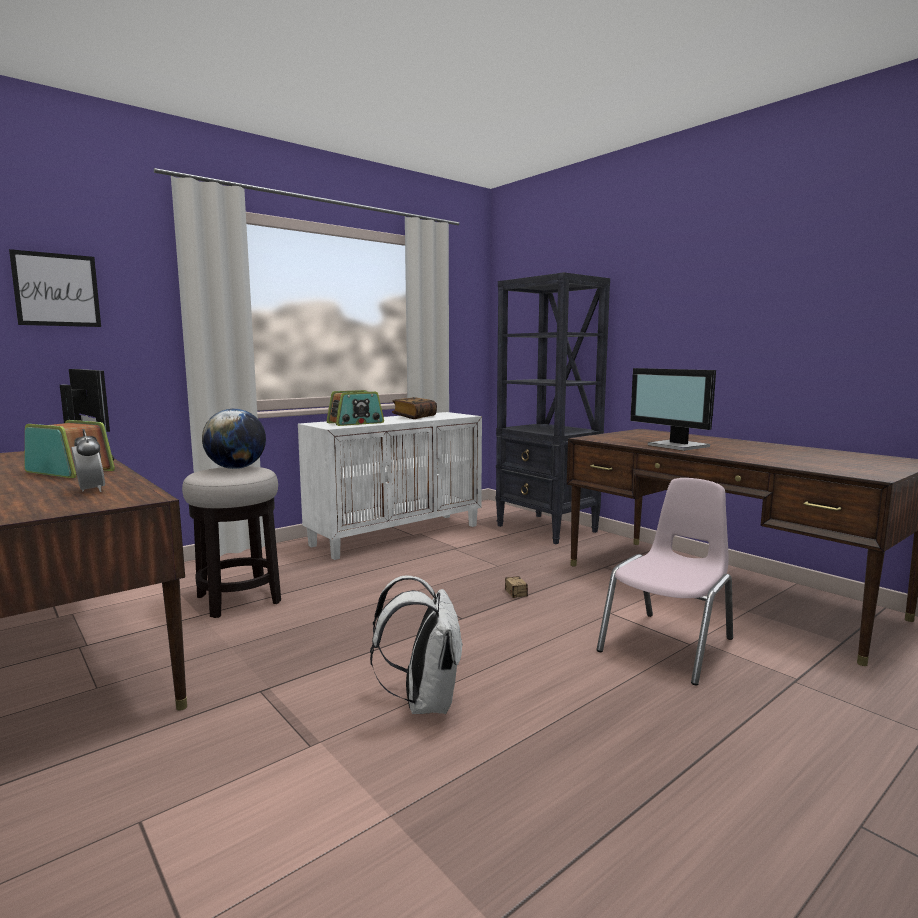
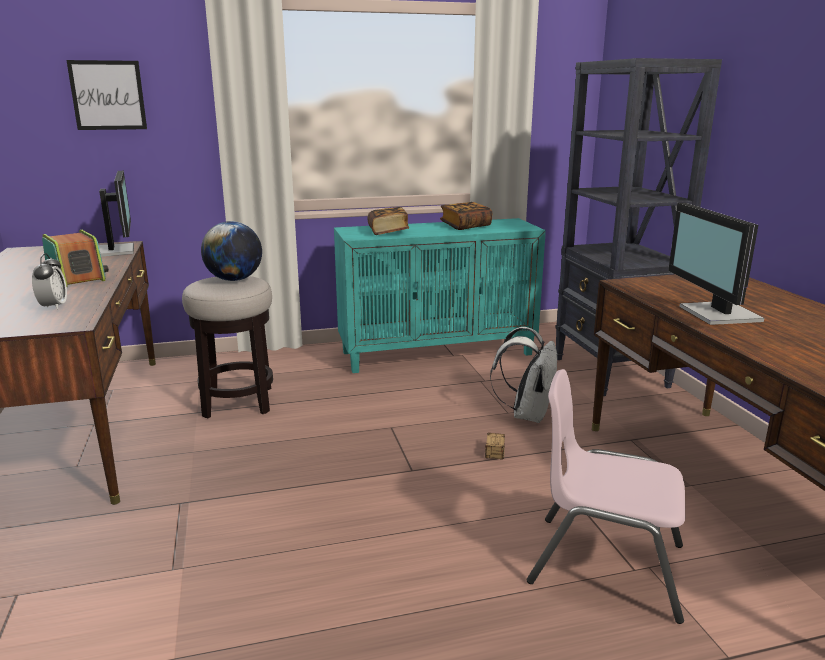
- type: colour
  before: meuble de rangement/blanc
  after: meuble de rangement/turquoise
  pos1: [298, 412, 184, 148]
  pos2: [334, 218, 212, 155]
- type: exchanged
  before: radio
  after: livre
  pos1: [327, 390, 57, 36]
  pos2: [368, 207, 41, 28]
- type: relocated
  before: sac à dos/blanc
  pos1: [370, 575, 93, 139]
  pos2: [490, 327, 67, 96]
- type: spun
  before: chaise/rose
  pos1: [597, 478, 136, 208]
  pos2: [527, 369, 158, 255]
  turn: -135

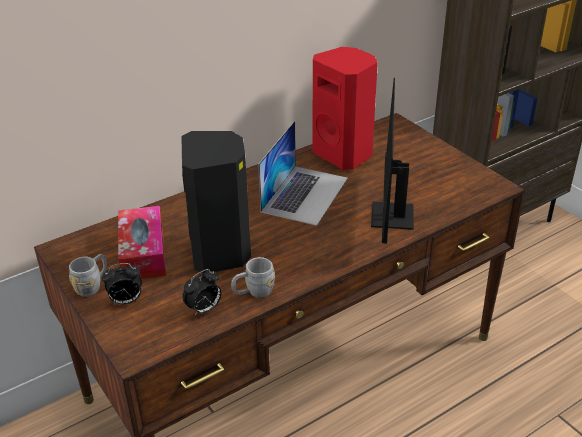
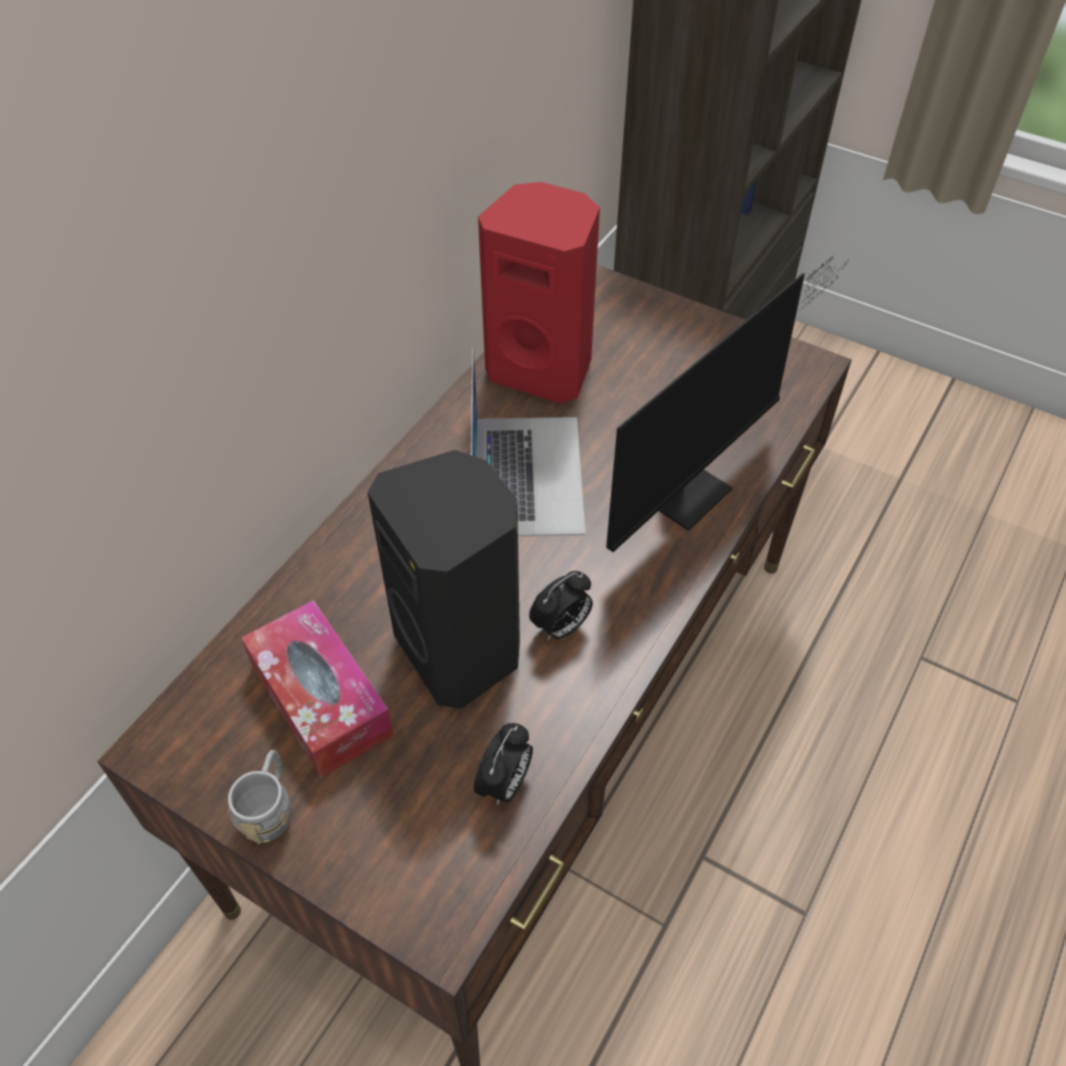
- type: relocated
  before: réveil
  pos1: [102, 263, 40, 42]
  pos2: [529, 571, 64, 70]
- type: missing
  before: mug/gris
  pos1: [231, 257, 44, 41]
- type: spun
  before: écran d'ordinateur
  pos1: [371, 78, 43, 166]
  pos2: [606, 256, 243, 296]
  turn: -120

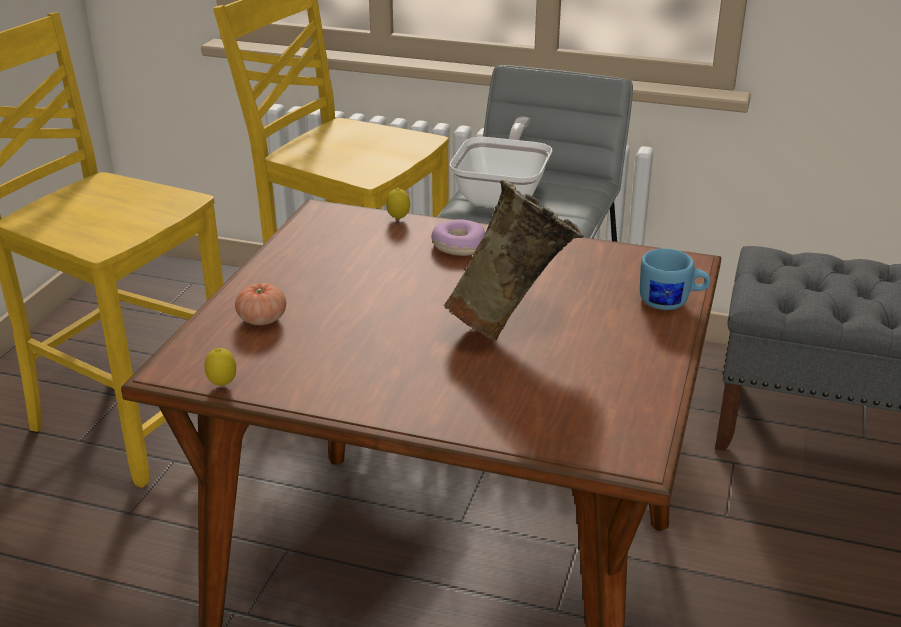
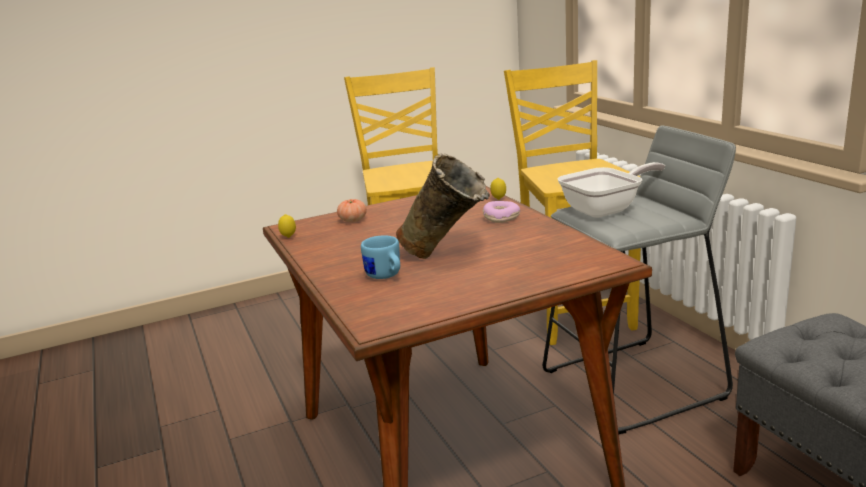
- type: relocated
  before: mug/bleu
  pos1: [640, 248, 70, 62]
  pos2: [361, 235, 39, 44]

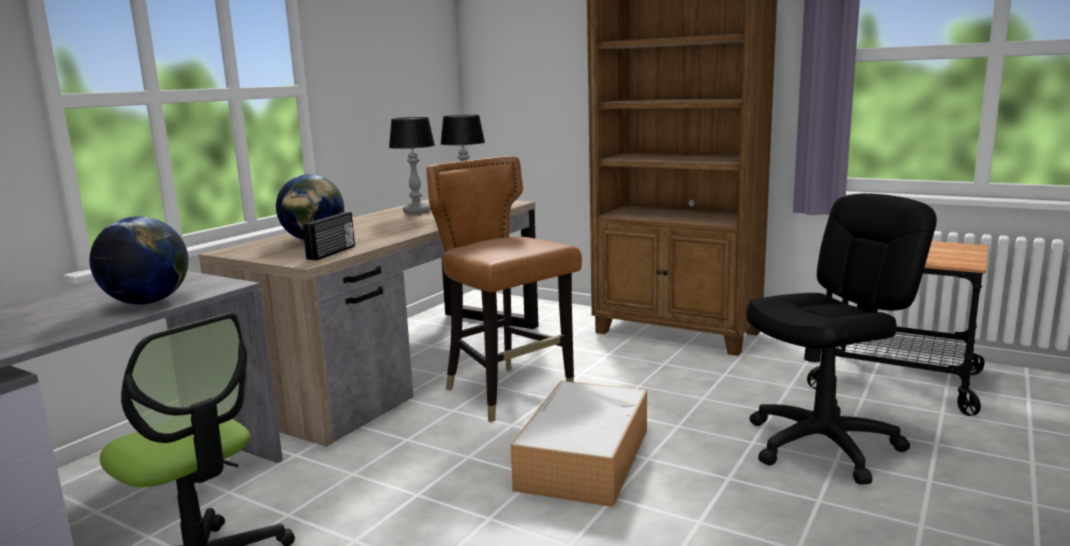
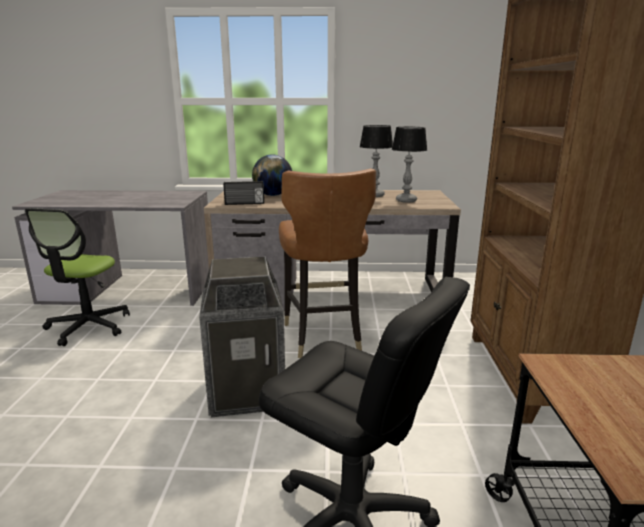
- type: missing
  before: globe
  pos1: [90, 216, 98, 89]
- type: spun
  before: chaise/marron
  pos1: [426, 156, 156, 266]
  pos2: [279, 169, 97, 189]
  turn: 150
- type: exchanged
  before: boîte de rangement
  after: poubelle
  pos1: [511, 381, 136, 126]
  pos2: [199, 256, 86, 161]

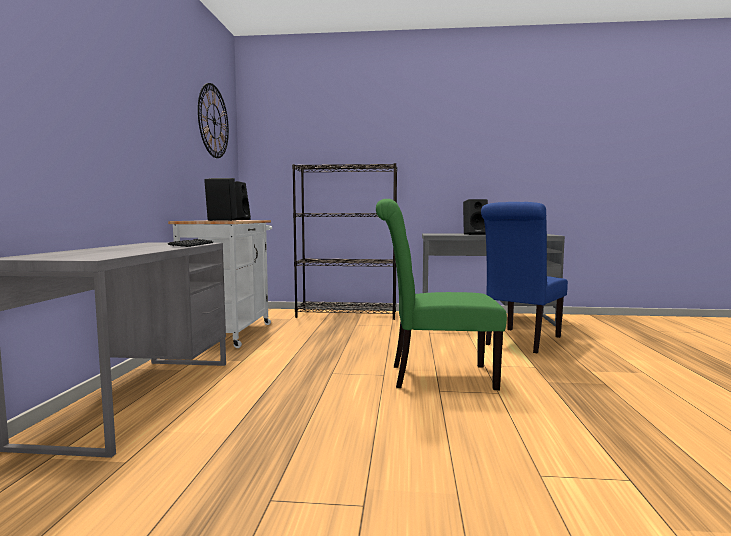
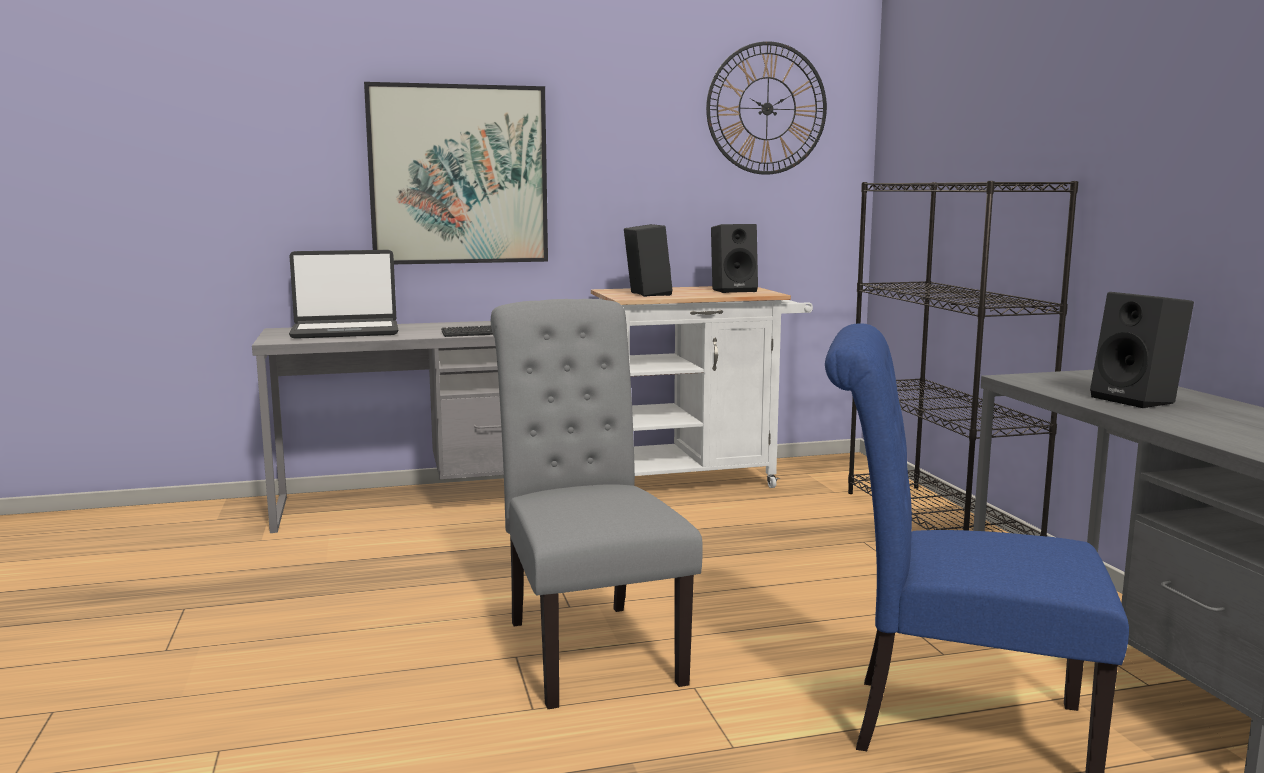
- type: colour
  before: chaise/vert
  after: chaise/gris
  pos1: [376, 199, 131, 191]
  pos2: [491, 299, 212, 410]
- type: appeared
  after: ordinateur portable
  pos2: [289, 250, 109, 89]
- type: appeared
  after: tableau
  pos2: [364, 82, 184, 182]

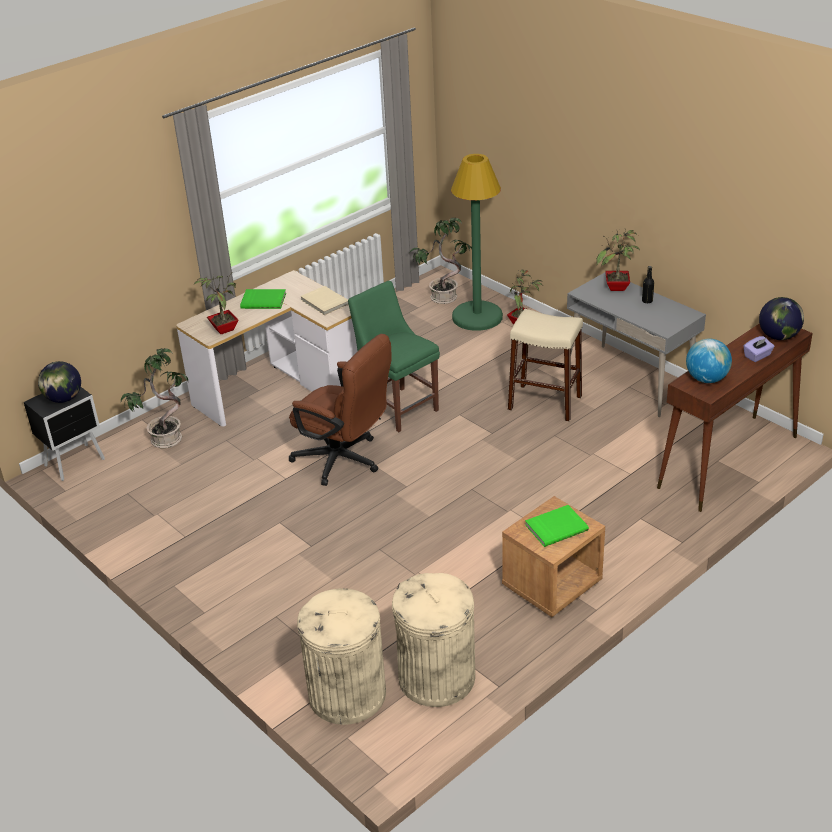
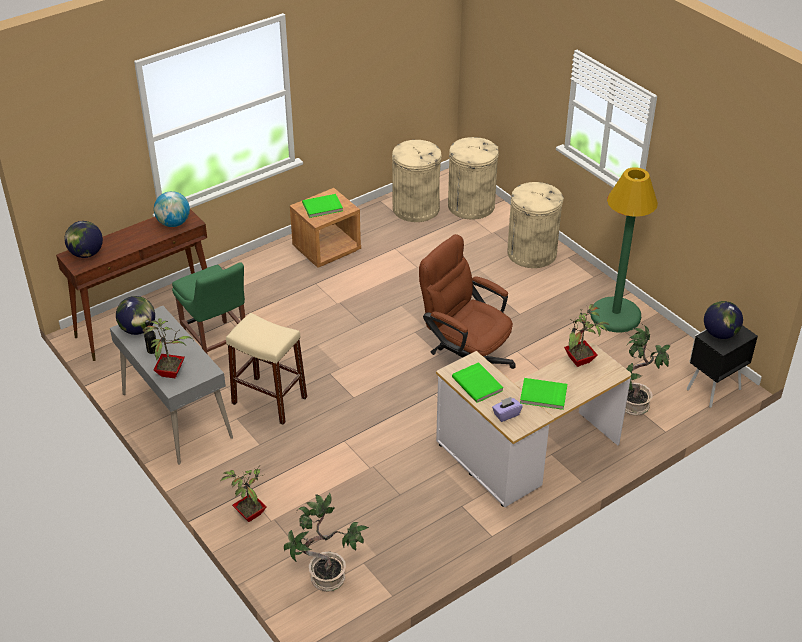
- type: colour
  before: livre/beige
  after: livre/vert
  pos1: [301, 286, 48, 30]
  pos2: [452, 362, 52, 41]
- type: relocated
  before: chaise/vert
  pos1: [348, 281, 92, 151]
  pos2: [172, 262, 73, 93]
- type: relocated
  before: lampadaire/vert
  pos1: [451, 154, 52, 177]
  pos2: [590, 167, 68, 165]
- type: relocated
  before: boîte à mouchoirs/violet
  pos1: [744, 336, 31, 26]
  pos2: [492, 397, 31, 25]
- type: appeared
  after: globe
  pos2: [116, 296, 39, 39]
- type: appeared
  after: poubelle/beige
  pos2: [507, 182, 57, 86]

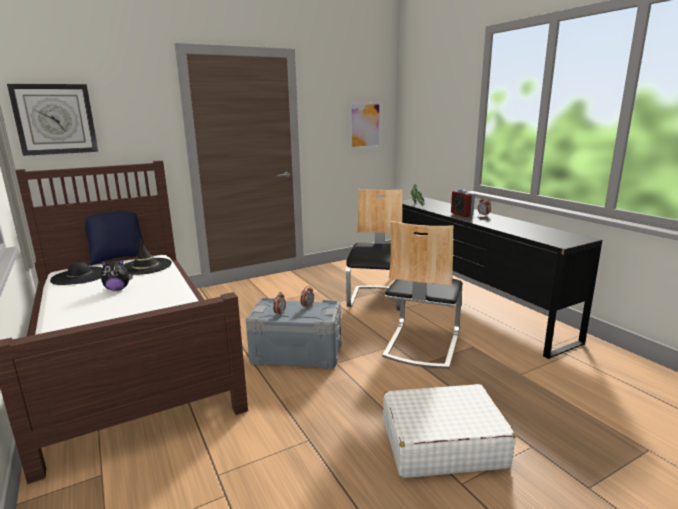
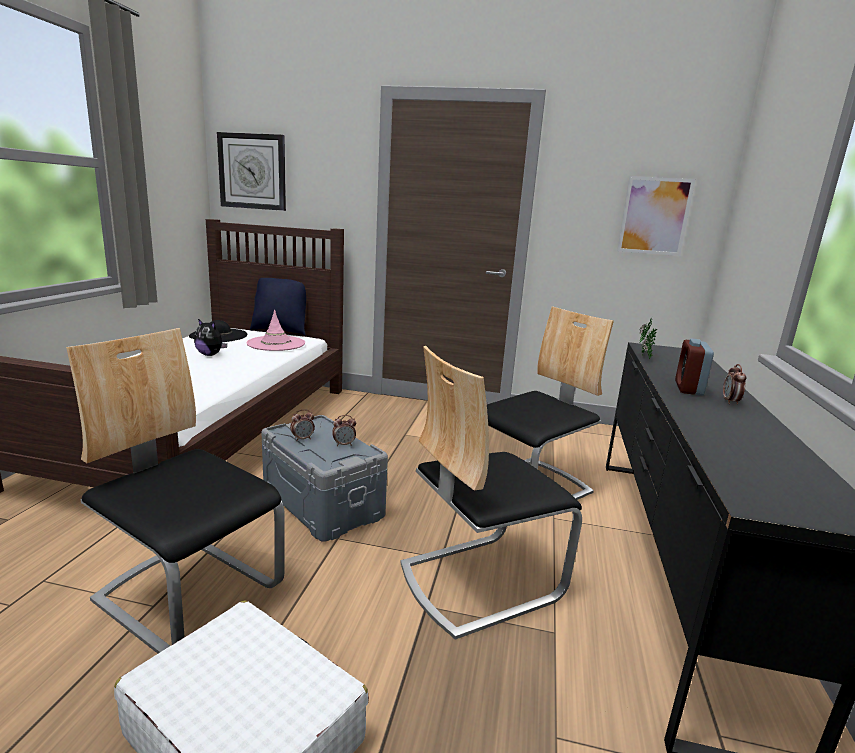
- type: colour
  before: chapeau/noir
  after: chapeau/rose
  pos1: [123, 238, 49, 37]
  pos2: [246, 309, 59, 42]
- type: appeared
  after: chaise
  pos2: [66, 328, 219, 326]

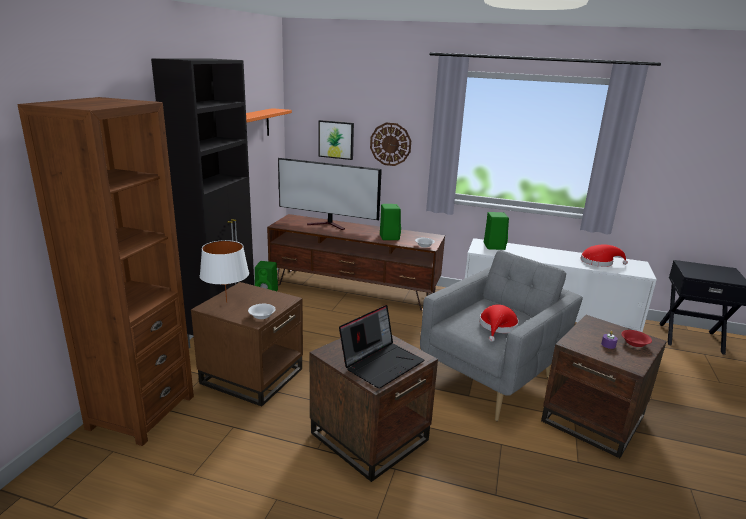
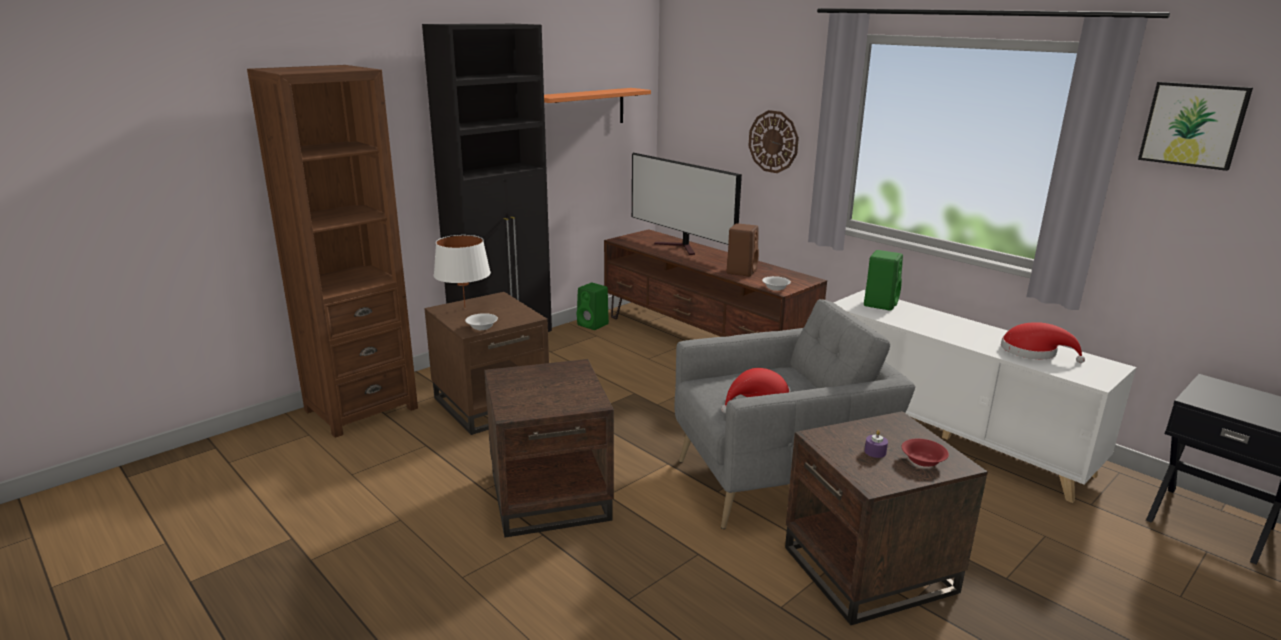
- type: relocated
  before: tableau
  pos1: [319, 120, 35, 40]
  pos2: [1138, 82, 115, 89]
- type: missing
  before: ordinateur portable
  pos1: [339, 305, 85, 84]
- type: colour
  before: enceinte/vert
  after: enceinte/marron
  pos1: [380, 204, 21, 36]
  pos2: [726, 223, 33, 54]

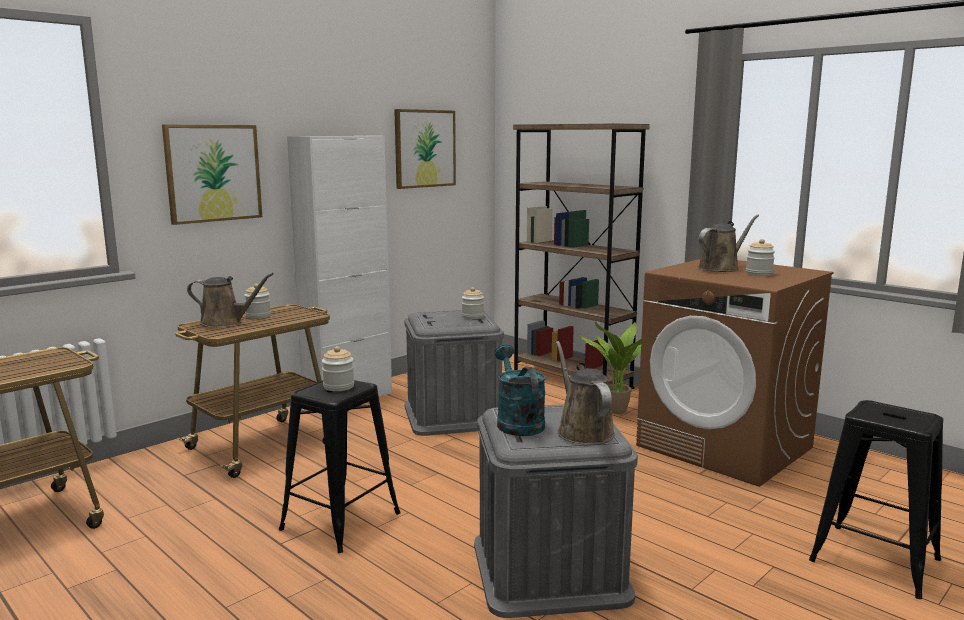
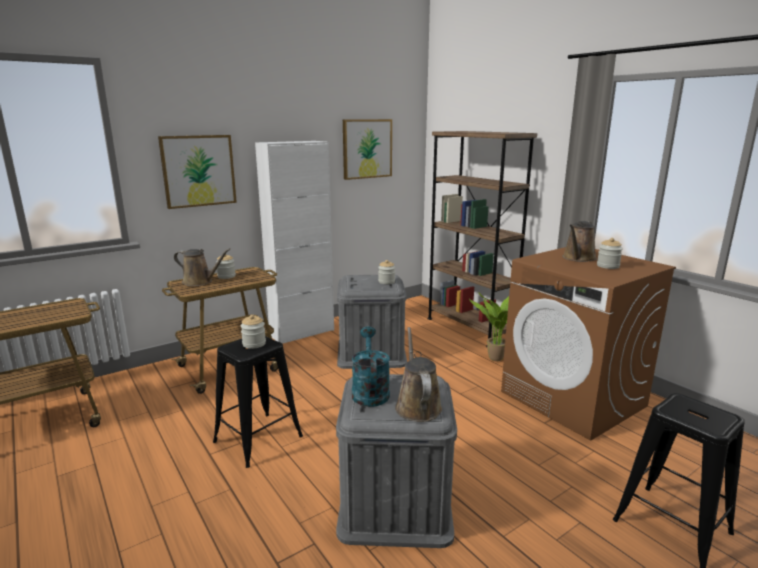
- type: spun
  before: arrosoir/marron
  pos1: [698, 215, 61, 57]
  pos2: [562, 221, 35, 41]
  turn: 150

